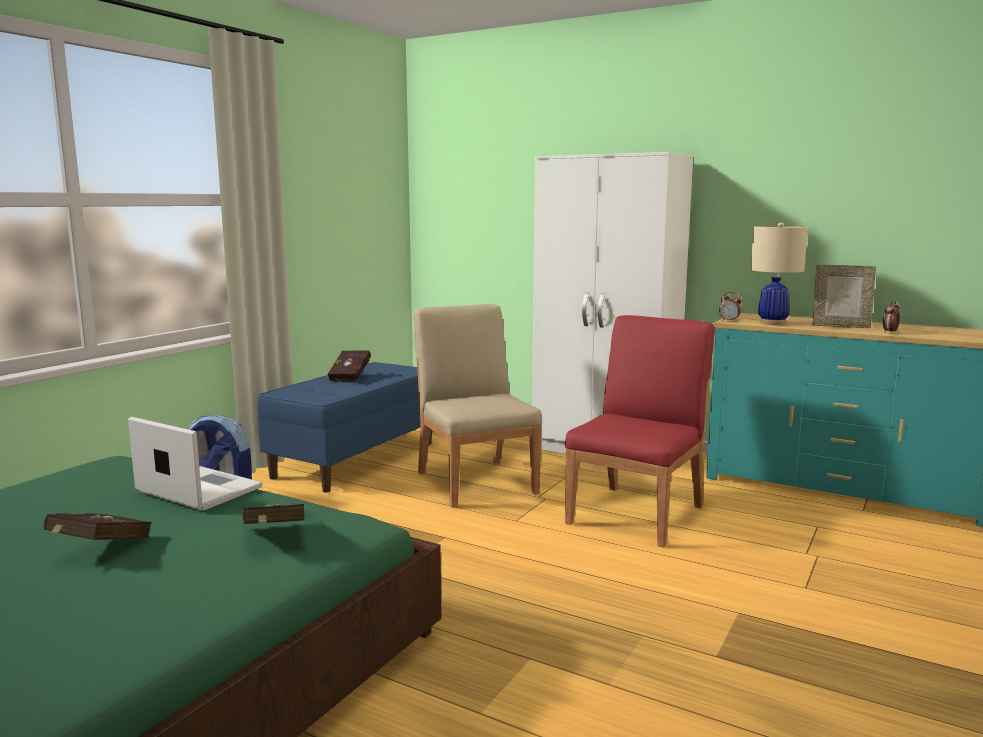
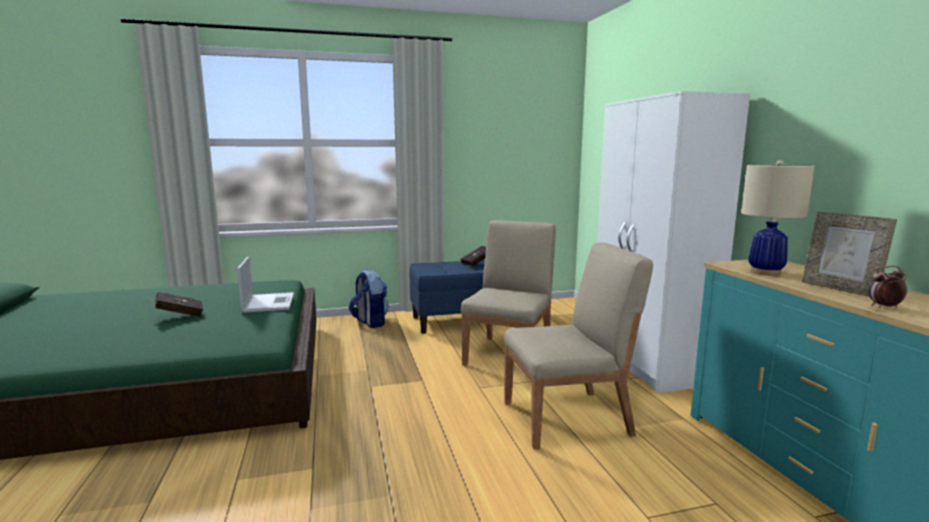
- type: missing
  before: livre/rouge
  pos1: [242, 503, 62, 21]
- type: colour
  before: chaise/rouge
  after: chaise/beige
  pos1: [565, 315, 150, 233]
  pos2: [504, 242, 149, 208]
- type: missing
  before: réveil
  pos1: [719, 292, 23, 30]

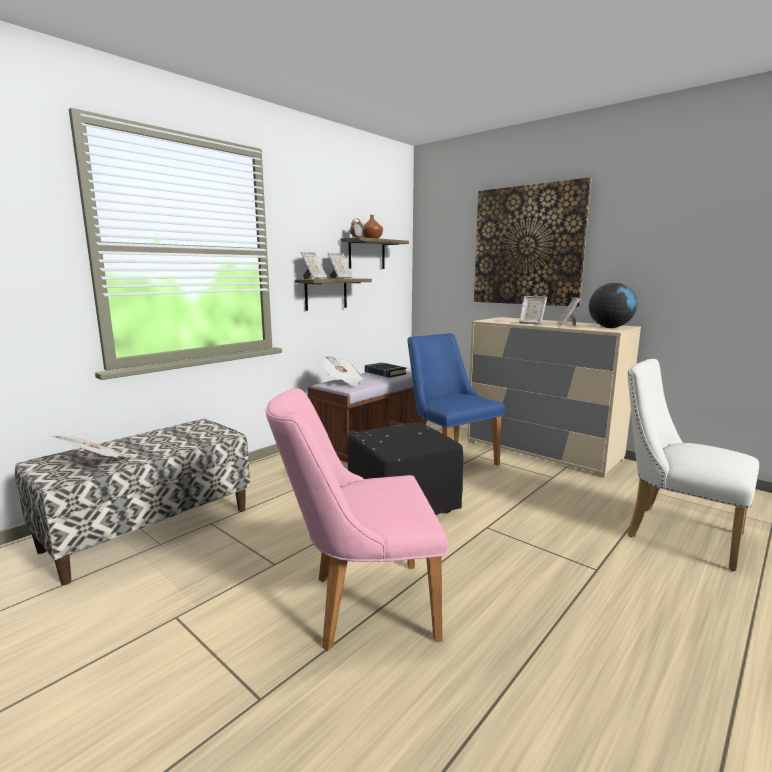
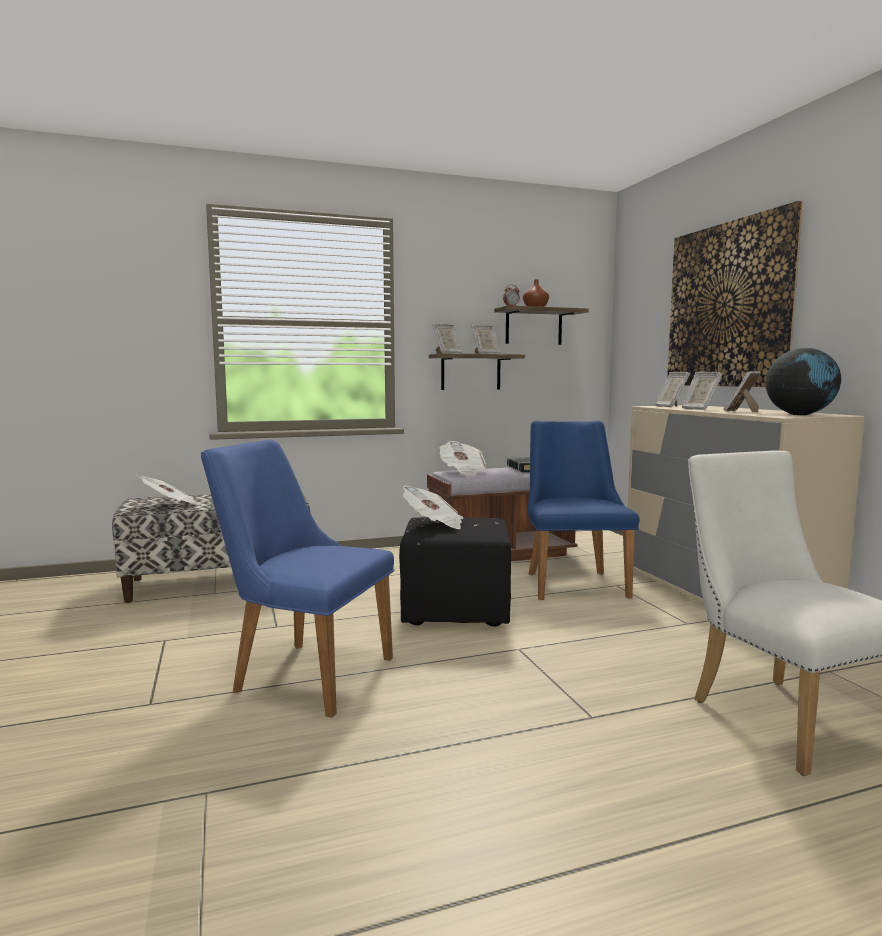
- type: colour
  before: chaise/rose
  after: chaise/bleu
  pos1: [266, 388, 182, 263]
  pos2: [201, 440, 193, 278]
- type: appeared
  after: journal
  pos2: [403, 486, 60, 43]
- type: appeared
  after: cadre photo
  pos2: [655, 372, 35, 35]

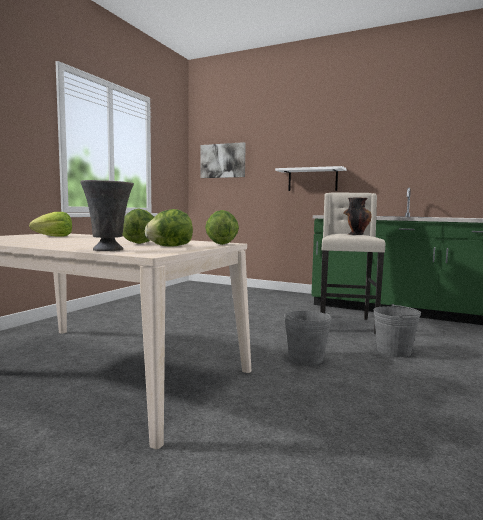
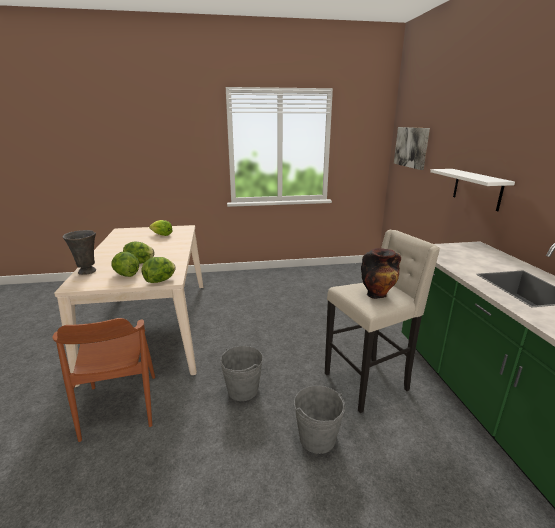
- type: appeared
  after: chaise/marron
  pos2: [52, 318, 103, 124]

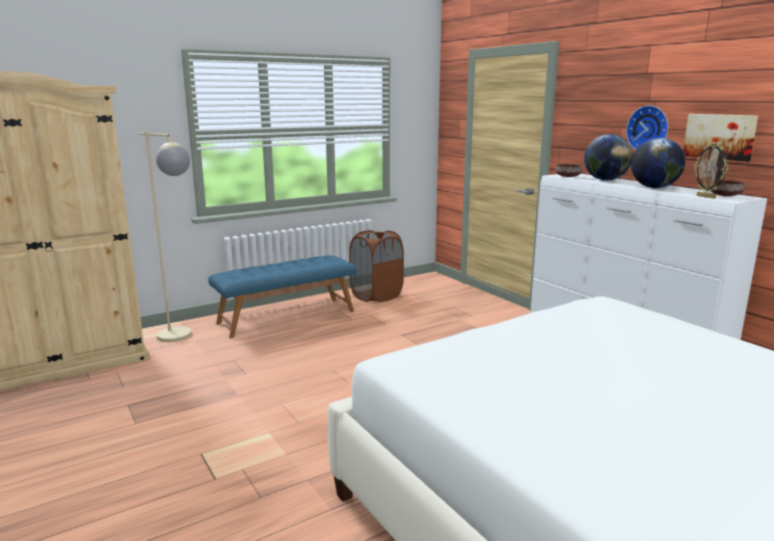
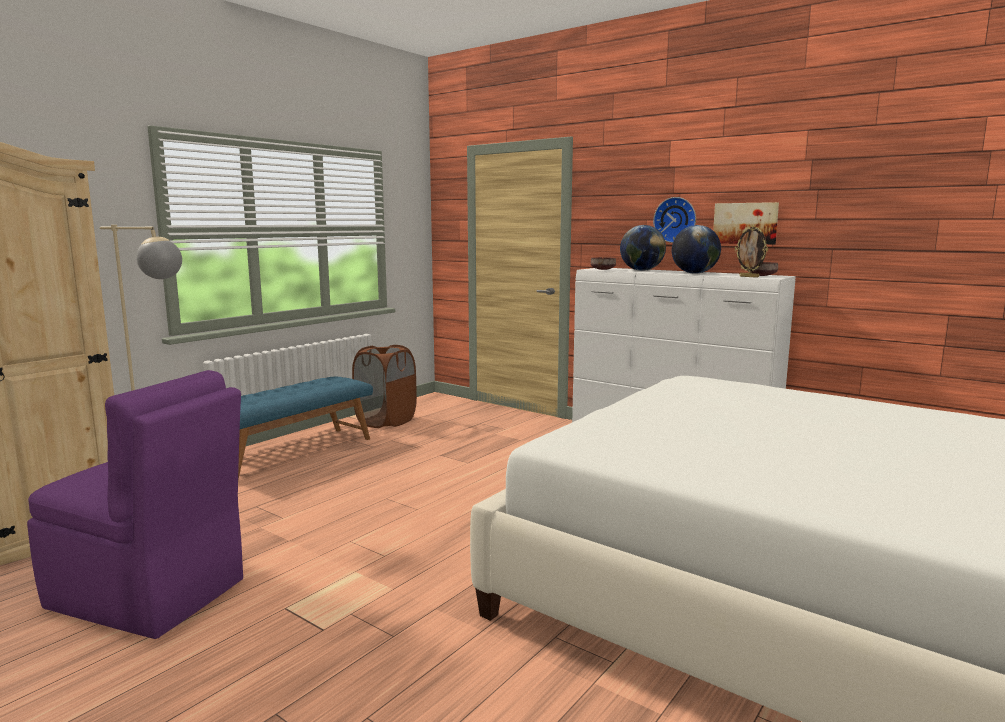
- type: appeared
  after: chaise/violet
  pos2: [27, 370, 216, 269]

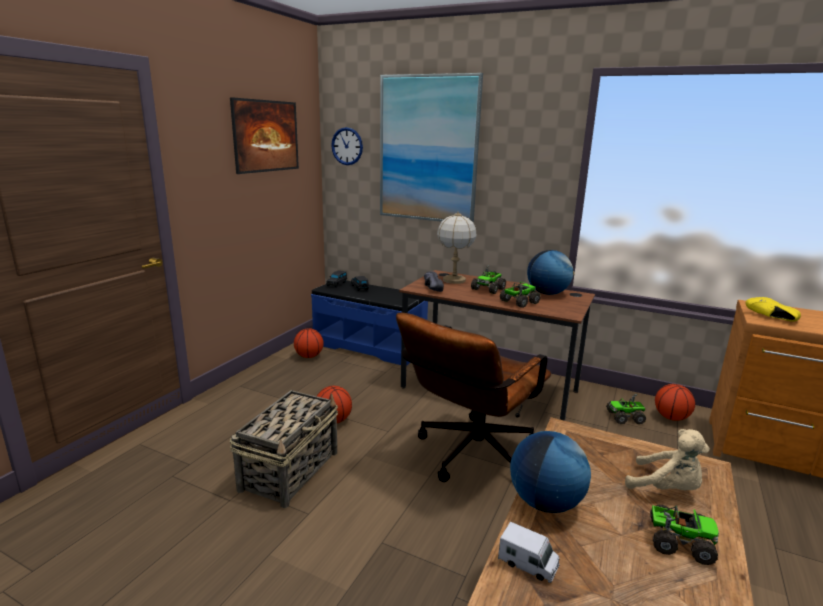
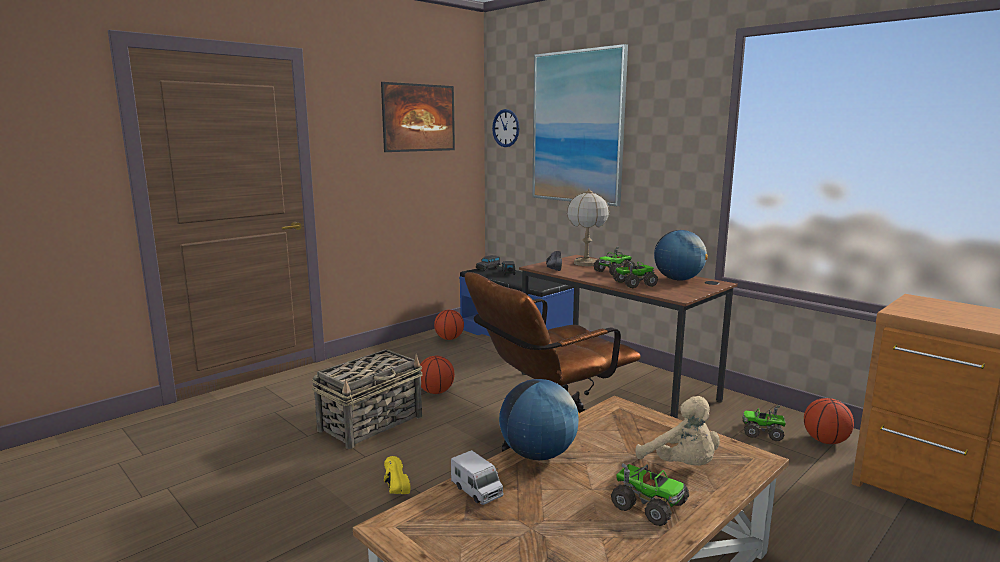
- type: relocated
  before: chaussure/jaune
  pos1: [745, 297, 56, 25]
  pos2: [384, 456, 26, 38]

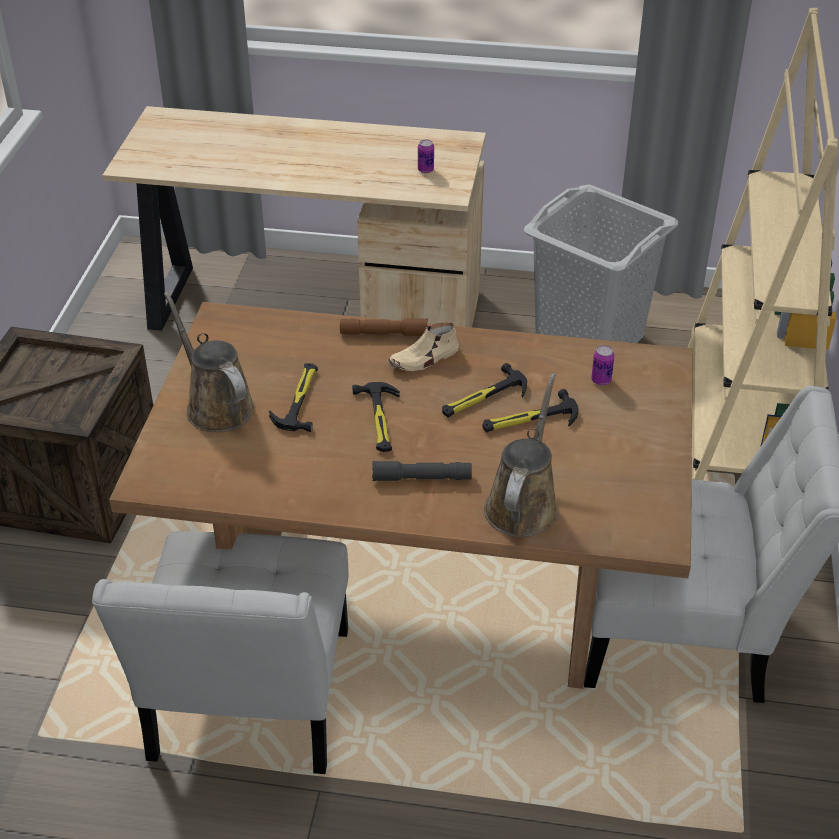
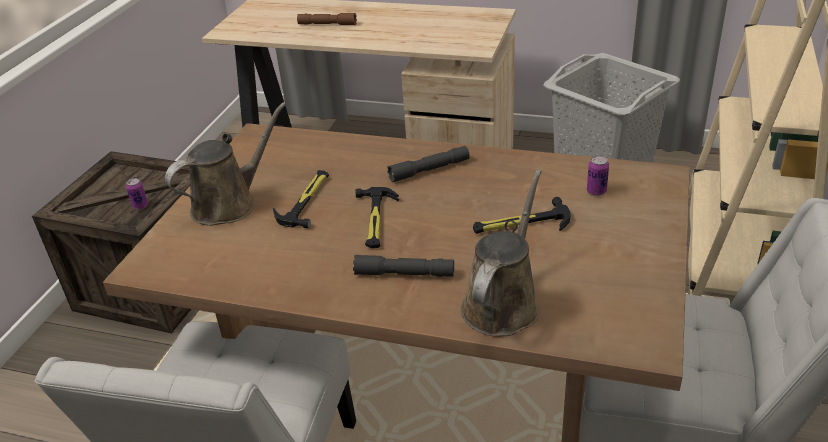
- type: spun
  before: arrosoir/marron
  pos1: [164, 291, 90, 141]
  pos2: [165, 102, 121, 124]
  turn: 75
- type: relocated
  before: lampe de poche/marron
  pos1: [340, 318, 88, 18]
  pos2: [297, 13, 60, 12]
- type: exchanged
  before: chaussure/beige
  after: lampe de poche/gris
  pos1: [388, 323, 71, 48]
  pos2: [387, 146, 83, 36]
- type: relocated
  before: boîte métallique
  pos1: [418, 139, 16, 34]
  pos2: [126, 178, 22, 32]
- type: missing
  before: marteau
  pos1: [442, 363, 85, 55]

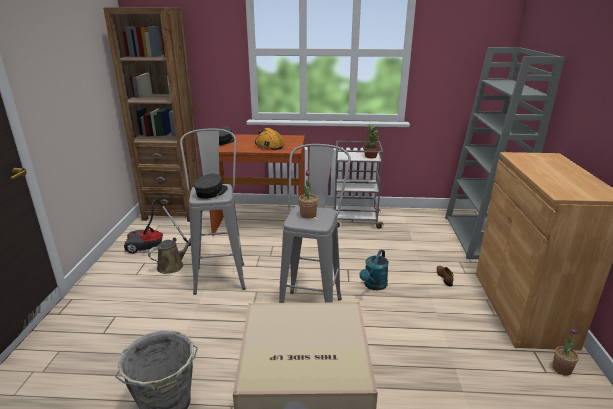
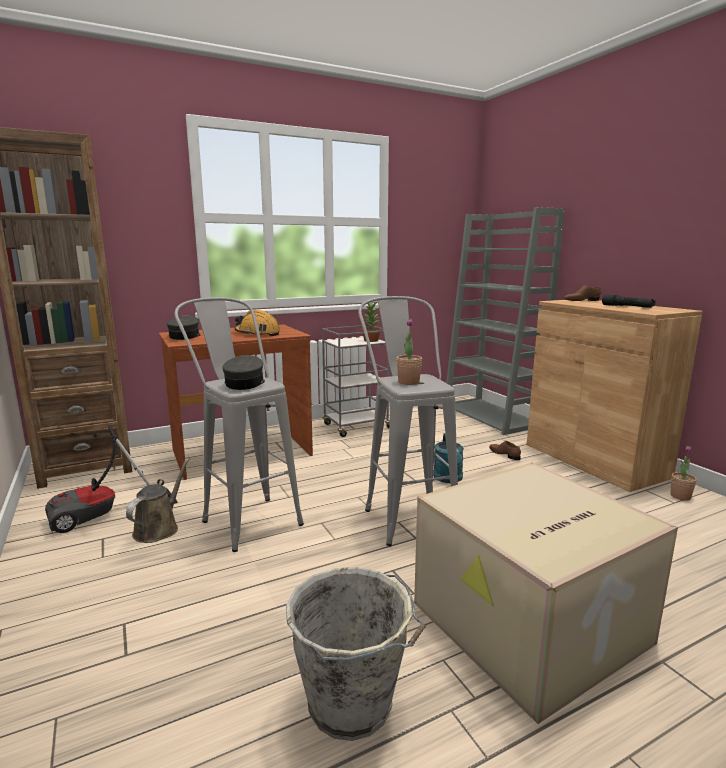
- type: appeared
  after: chaussure/marron
  pos2: [564, 285, 37, 16]
- type: appeared
  after: lampe de poche/noir
  pos2: [602, 294, 53, 14]

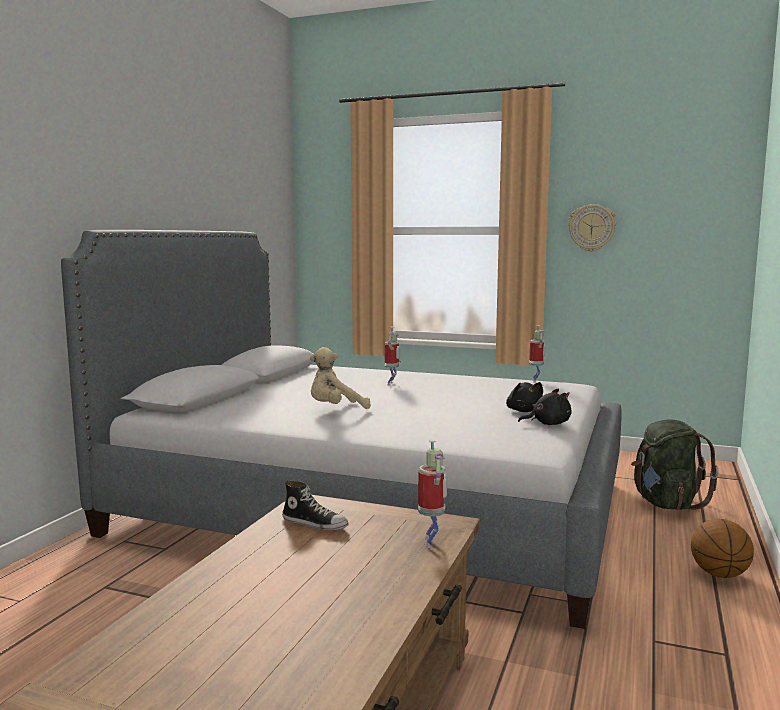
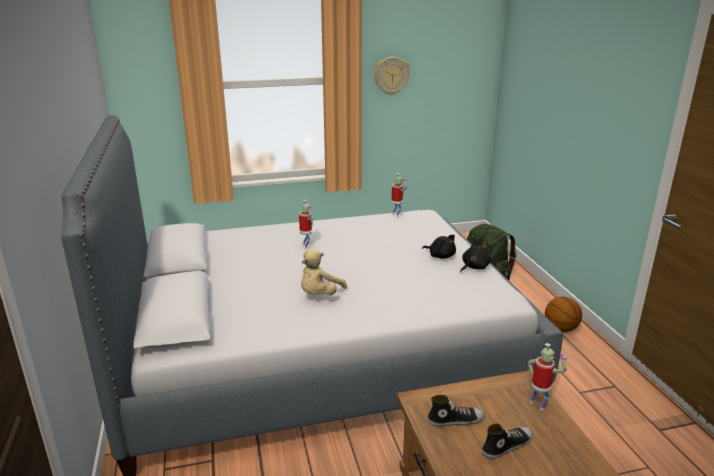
- type: appeared
  after: chaussure
  pos2: [482, 423, 51, 36]

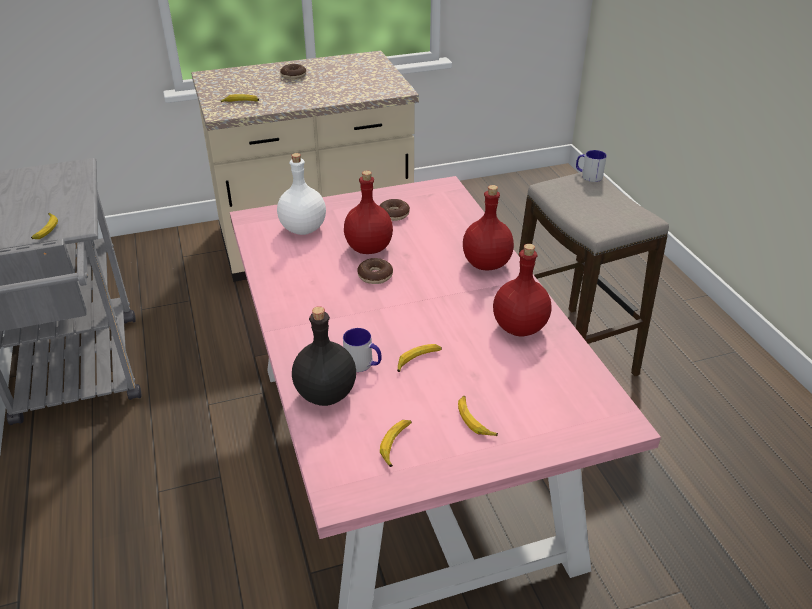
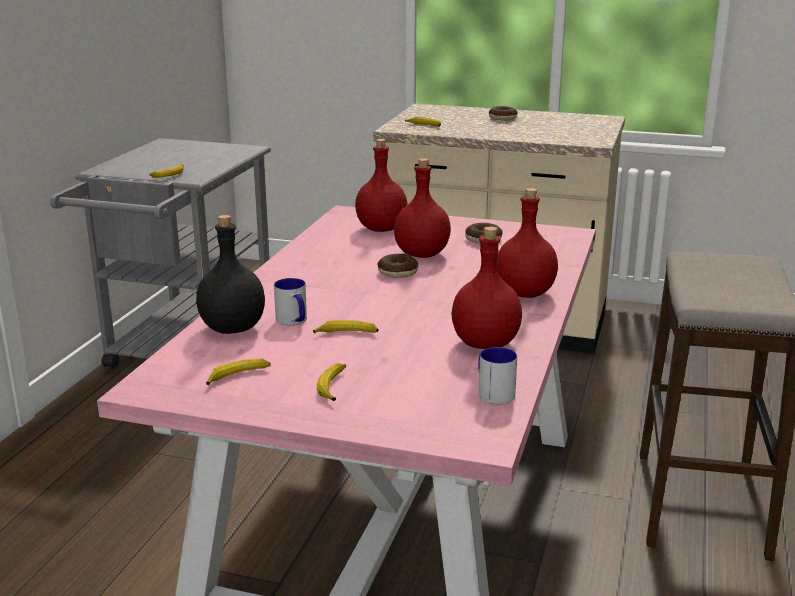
- type: colour
  before: bouteille/blanc
  after: bouteille/rouge
  pos1: [277, 153, 49, 82]
  pos2: [355, 139, 53, 93]
- type: relocated
  before: mug
  pos1: [576, 150, 31, 32]
  pos2: [478, 347, 39, 57]

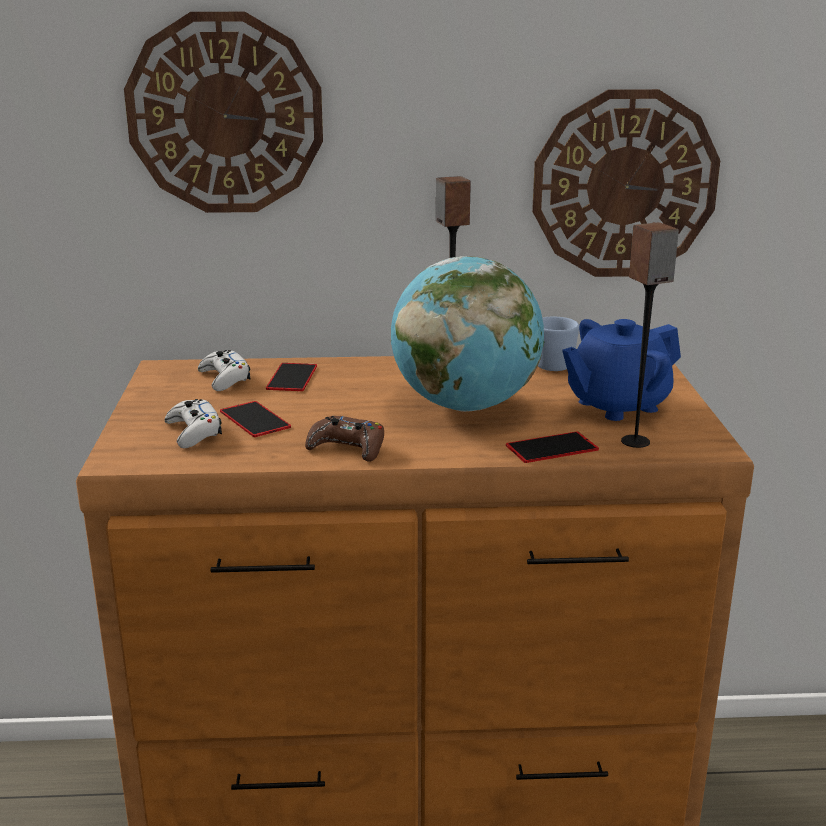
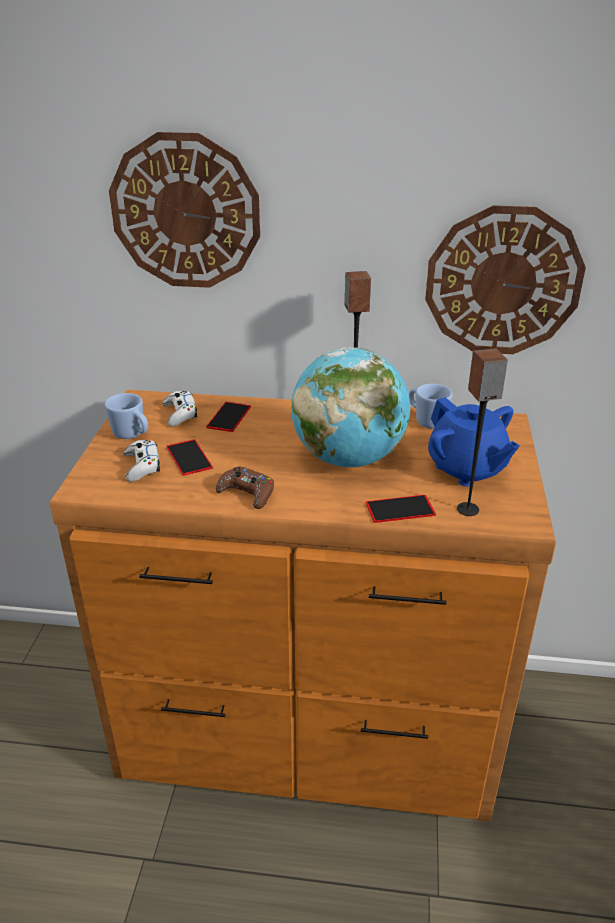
- type: spun
  before: théière/bleu
  pos1: [562, 319, 119, 102]
  pos2: [428, 397, 92, 90]
  turn: -105
- type: appeared
  after: mug/bleu
  pos2: [105, 393, 43, 46]

